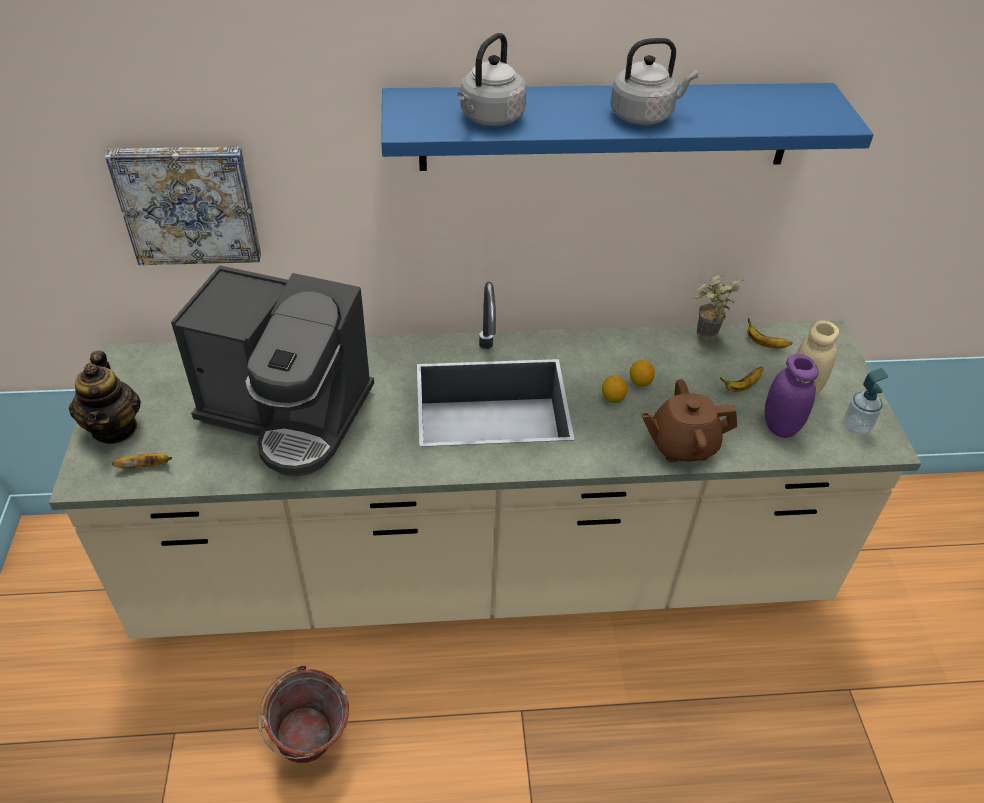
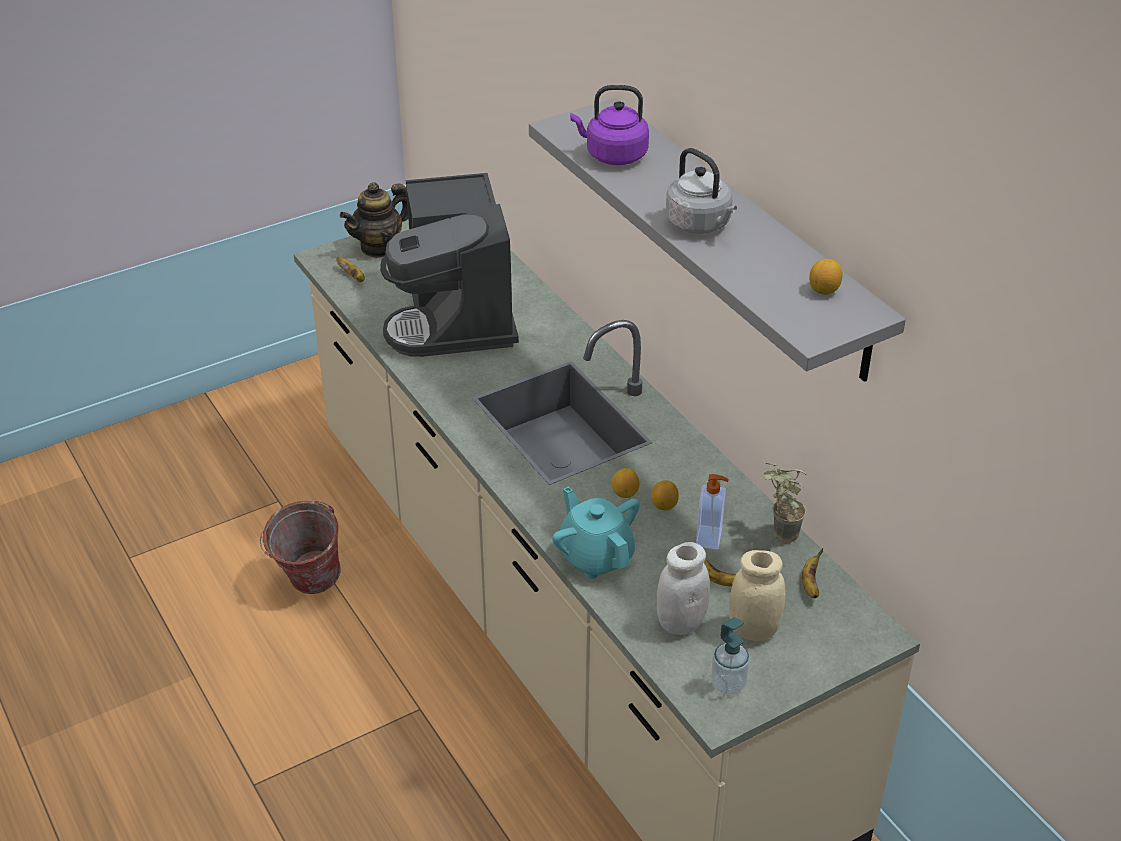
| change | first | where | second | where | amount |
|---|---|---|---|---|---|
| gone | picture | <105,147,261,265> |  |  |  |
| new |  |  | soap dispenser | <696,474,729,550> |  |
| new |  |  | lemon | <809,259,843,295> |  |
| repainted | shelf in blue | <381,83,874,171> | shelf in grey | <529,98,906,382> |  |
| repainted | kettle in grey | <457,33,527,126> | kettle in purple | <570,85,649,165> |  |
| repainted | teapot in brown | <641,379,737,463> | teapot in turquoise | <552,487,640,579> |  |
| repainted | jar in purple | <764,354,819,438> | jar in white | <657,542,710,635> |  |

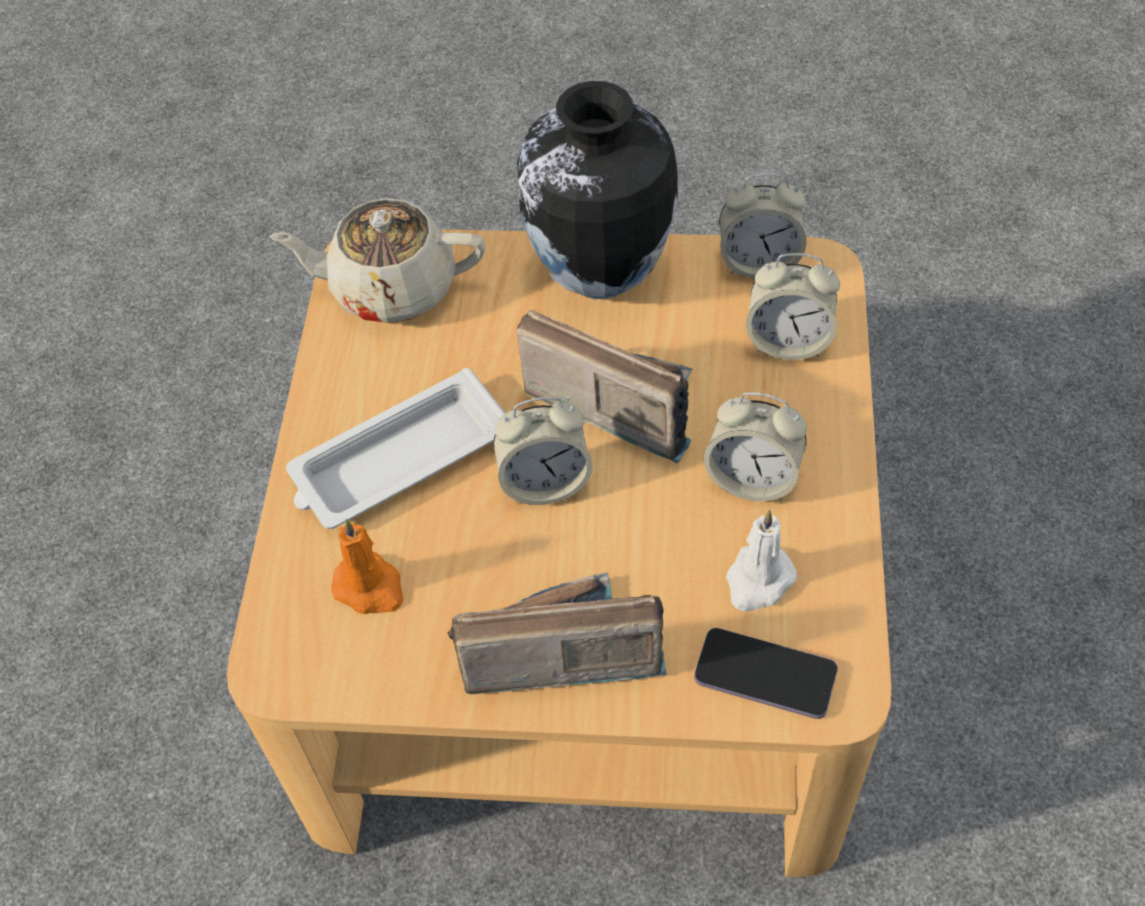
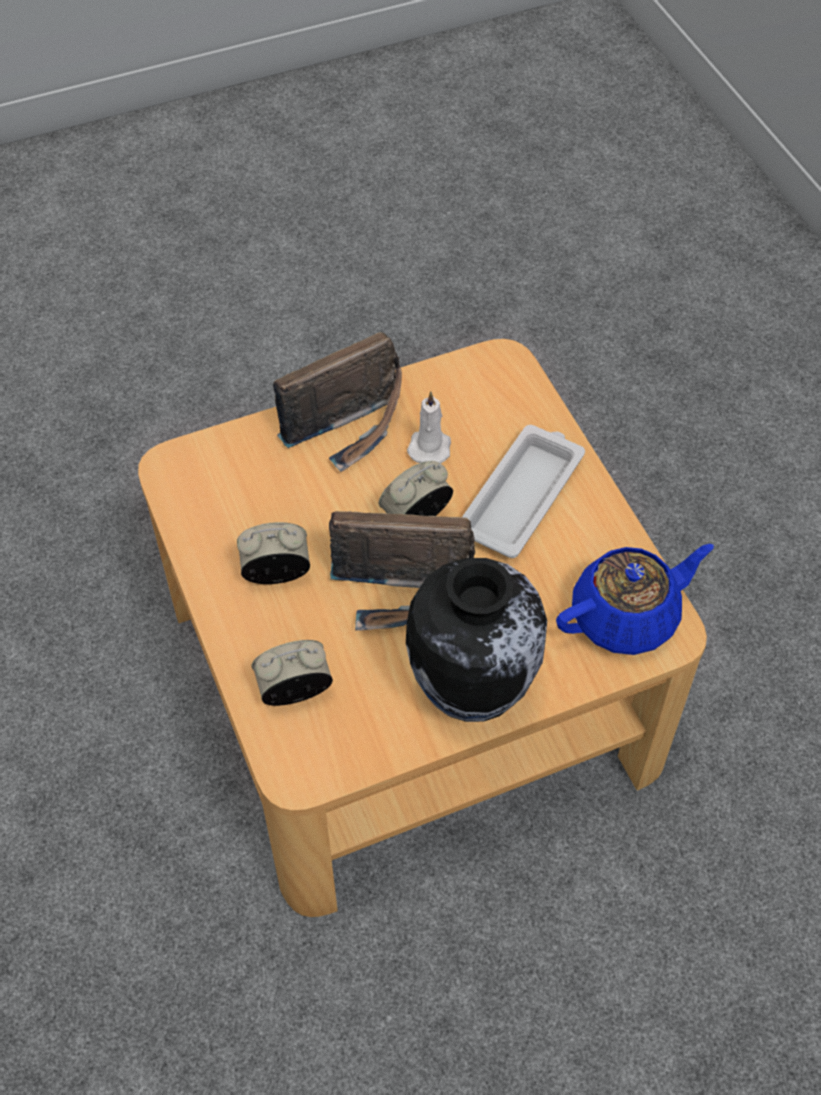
| change | first | where | second | where | amount |
|---|---|---|---|---|---|
| gone | candle in orange | <331,519,403,614> |  |  |  |
| gone | phone | <694,628,838,719> |  |  |  |
| gone | alarm clock | <719,173,807,279> |  |  |  |
| shifted | candle in white | <726,510,797,612> |  | <407,391,451,464> |  |
| repainted | teapot in beige | <270,198,485,323> | teapot in blue | <556,544,714,655> |  |

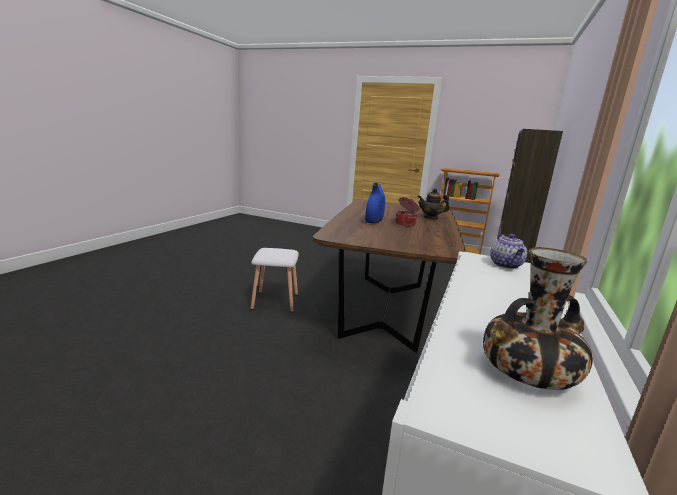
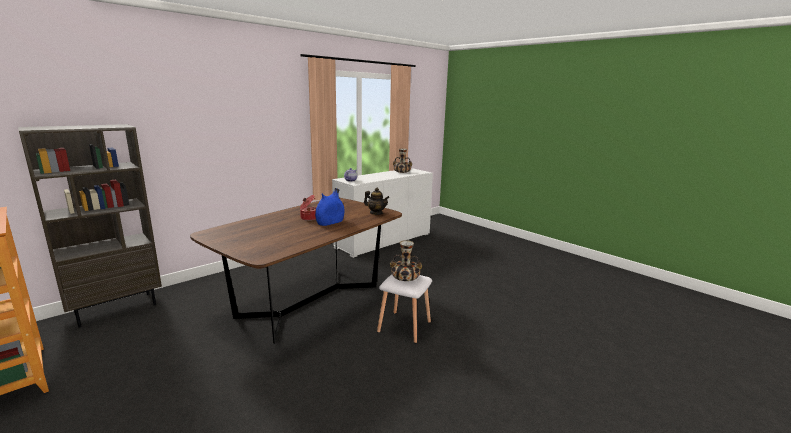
| change | first | where | second | where | amount |
|---|---|---|---|---|---|
| new |  |  | vase | <390,240,423,281> |  |
| shifted | teapot | <417,188,449,220> |  | <364,188,389,215> |  |

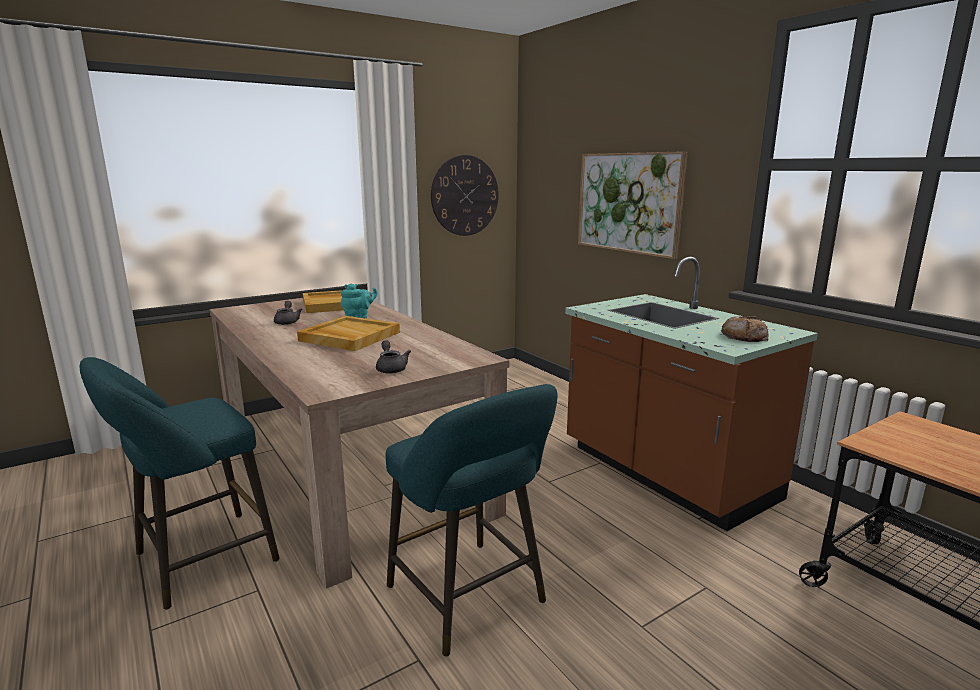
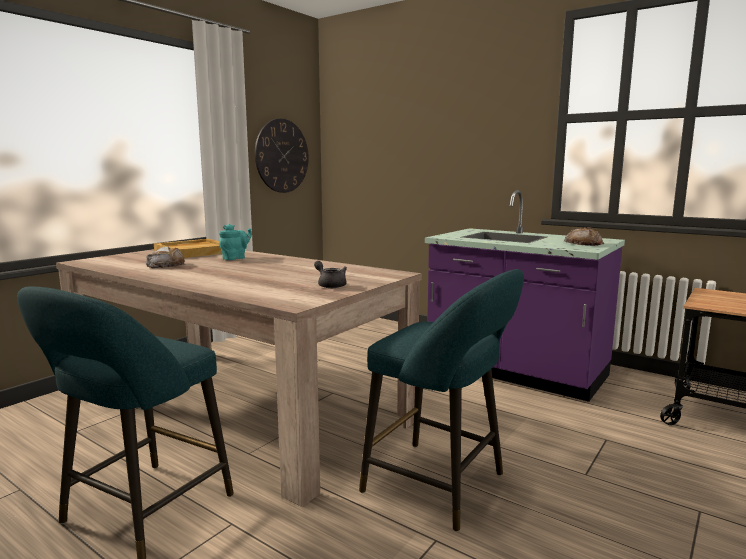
| change | first | where | second | where | amount |
|---|---|---|---|---|---|
| gone | tray in beige | <297,316,400,351> |  |  |  |
| gone | picture | <578,151,688,259> |  |  |  |
| swapped | teapot in grey | <274,301,303,325> | bread | <146,246,185,268> |  |
| repainted | counter in brown | <565,257,818,531> | counter in purple | <425,190,625,402> |  |

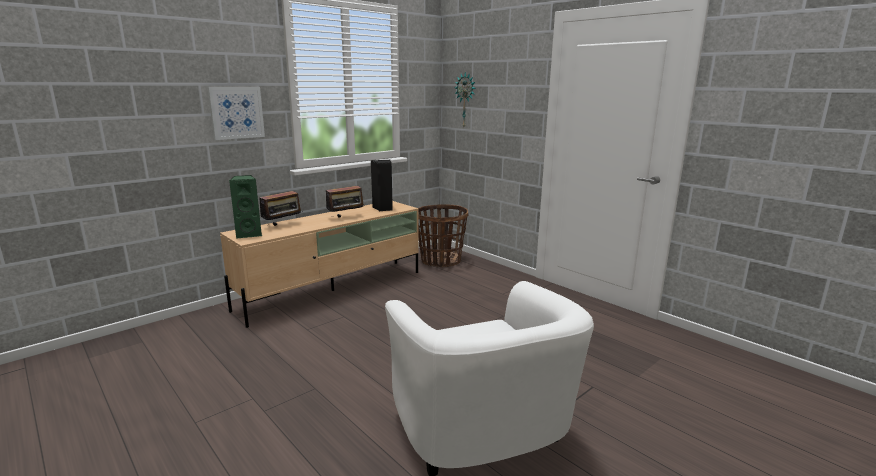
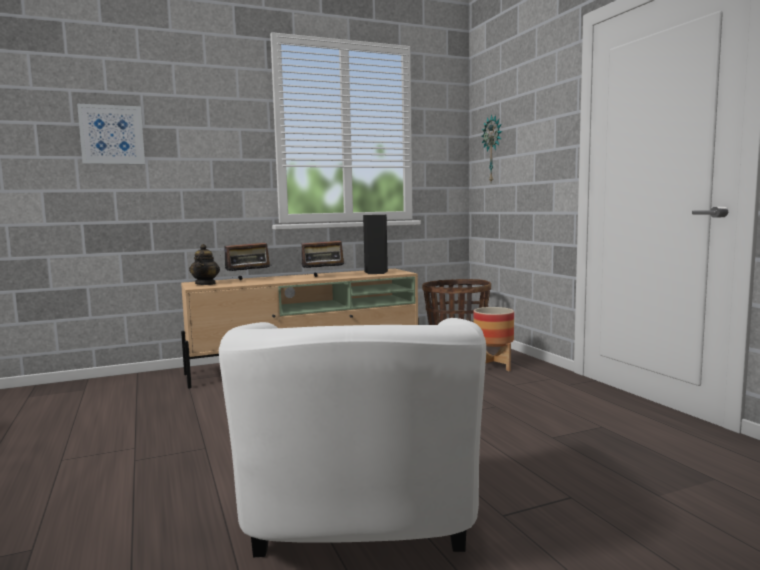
| change | first | where | second | where | amount |
|---|---|---|---|---|---|
| new |  |  | planter | <473,307,514,371> |  |
| shifted | picture | <207,87,265,140> |  | <77,104,145,164> |  |
| swapped | speaker in green | <229,175,262,239> | teapot | <189,244,220,285> |  |

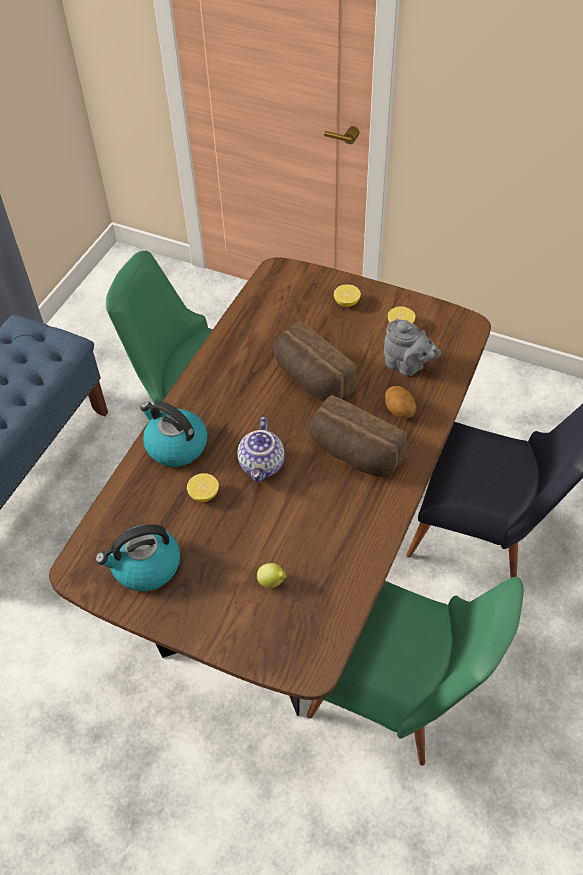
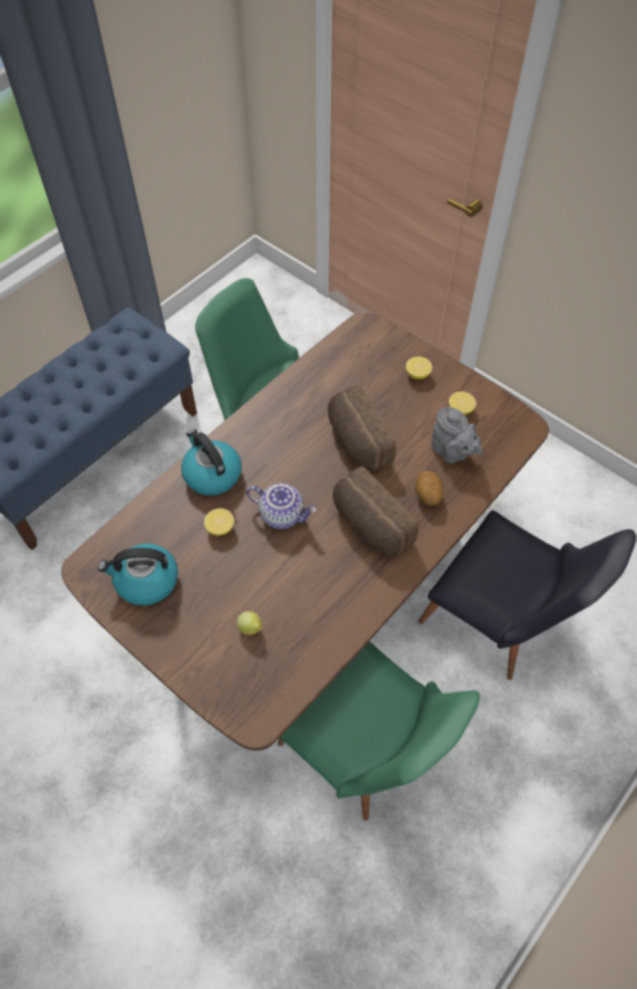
| change | first | where | second | where | amount |
|---|---|---|---|---|---|
| rotated | teapot | <237,417,285,482> |  | <246,484,316,529> | 90 degrees counterclockwise |

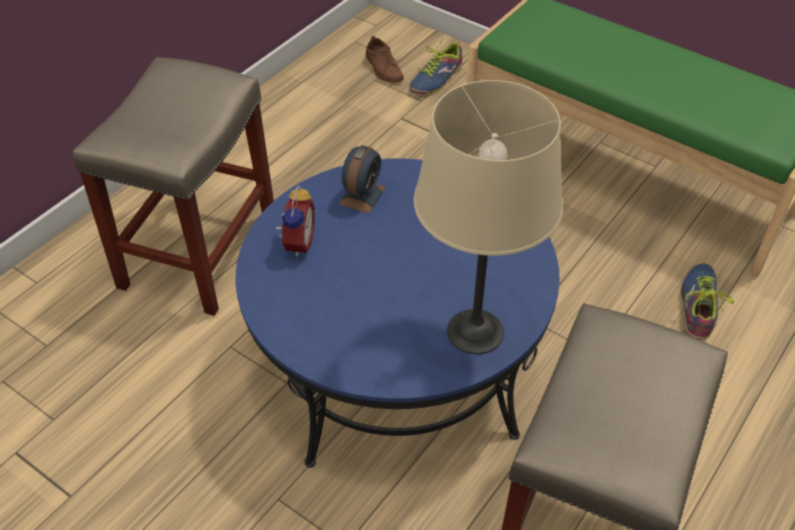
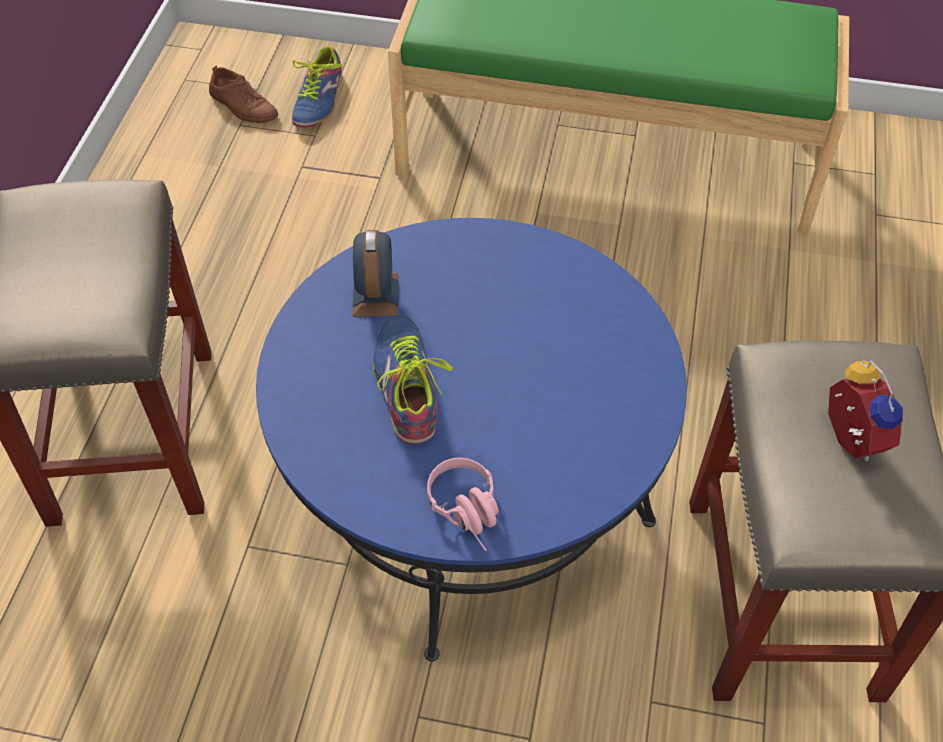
| change | first | where | second | where | amount |
|---|---|---|---|---|---|
| gone | table lamp in beige | <414,80,563,354> |  |  |  |
| new |  |  | headphones in pink | <427,458,499,551> |  |
| shifted | alarm clock | <275,185,315,257> |  | <828,360,903,461> |  |
| shifted | shoe | <681,264,734,340> |  | <373,315,454,444> |  |

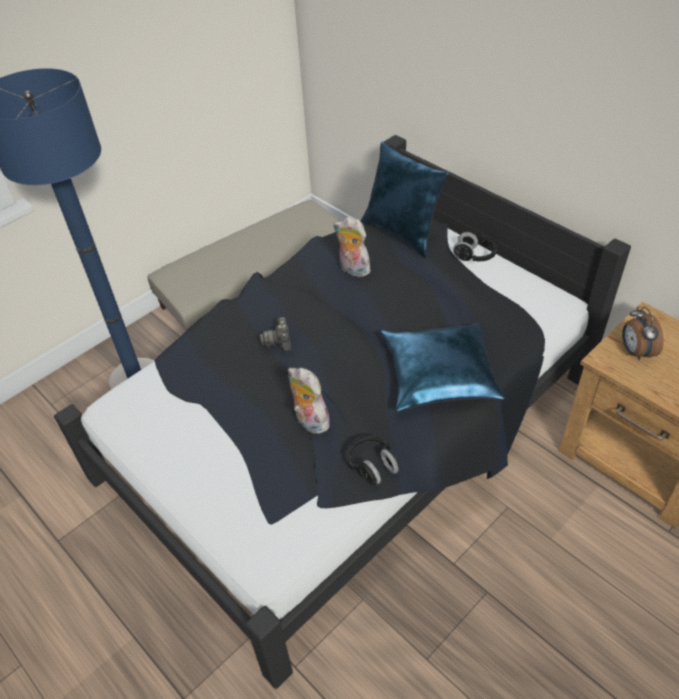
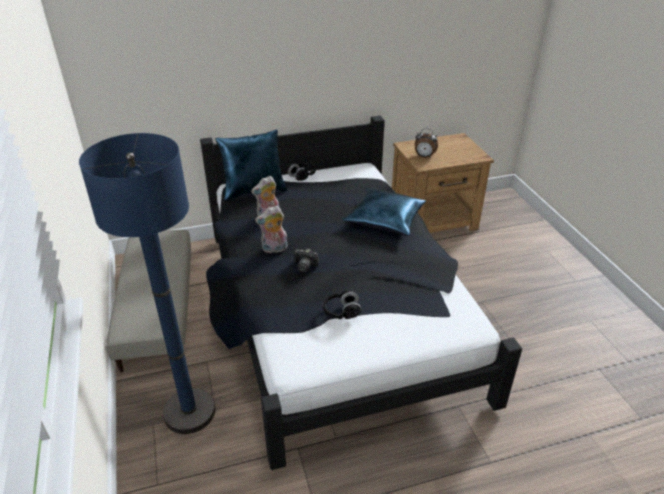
| change | first | where | second | where | amount |
|---|---|---|---|---|---|
| shifted | plush toy | <288,368,334,434> |  | <255,206,288,253> |  |
| shifted | headphones in black | <347,435,400,485> |  | <323,291,363,319> |  |

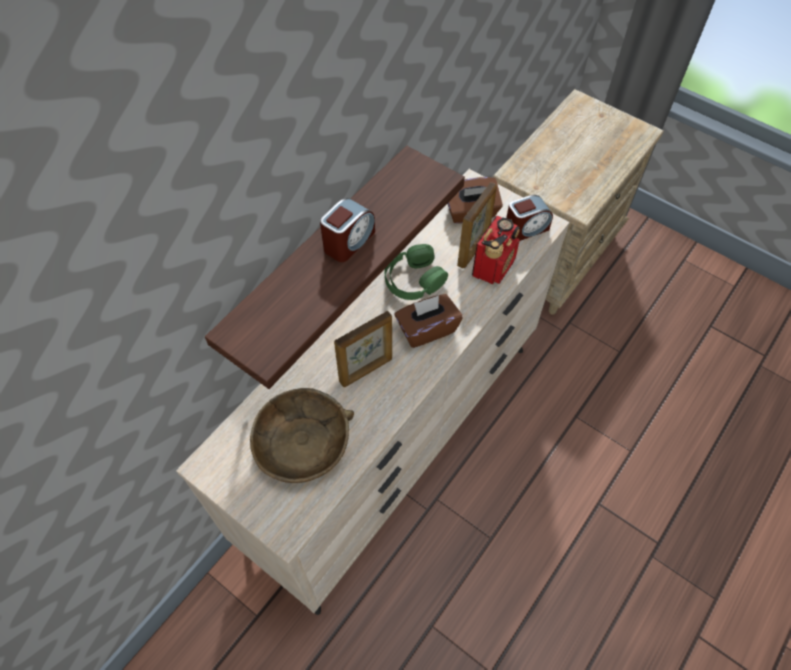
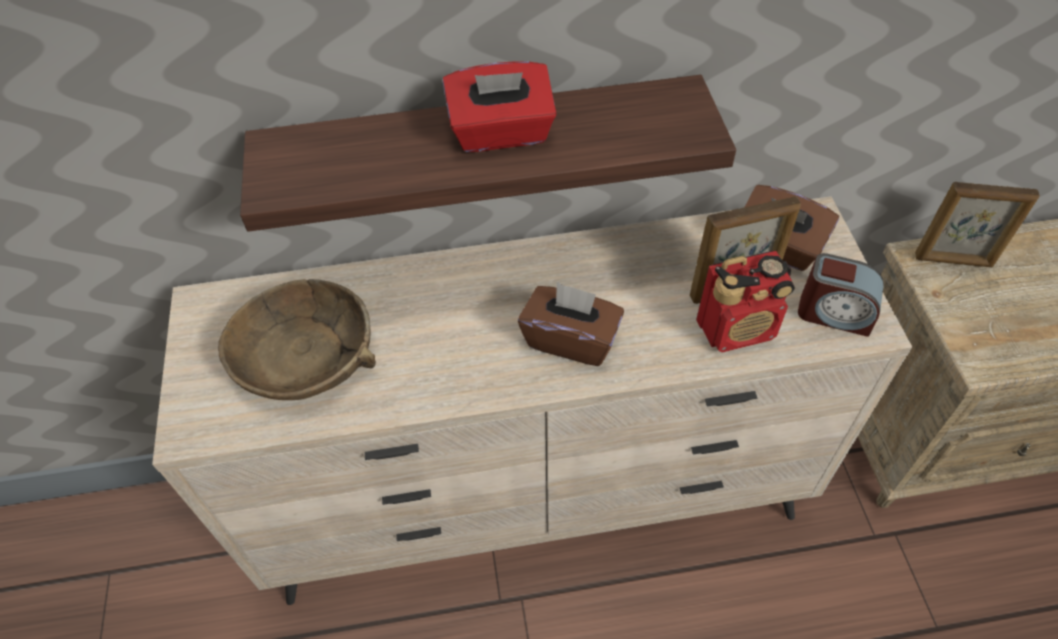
| change | first | where | second | where | amount |
|---|---|---|---|---|---|
| gone | headphones in green | <385,244,448,300> |  |  |  |
| shifted | picture frame | <334,311,392,387> |  | <915,182,1040,267> |  |
| swapped | alarm clock | <320,198,375,262> | tissue box in red | <443,61,557,152> |  |

